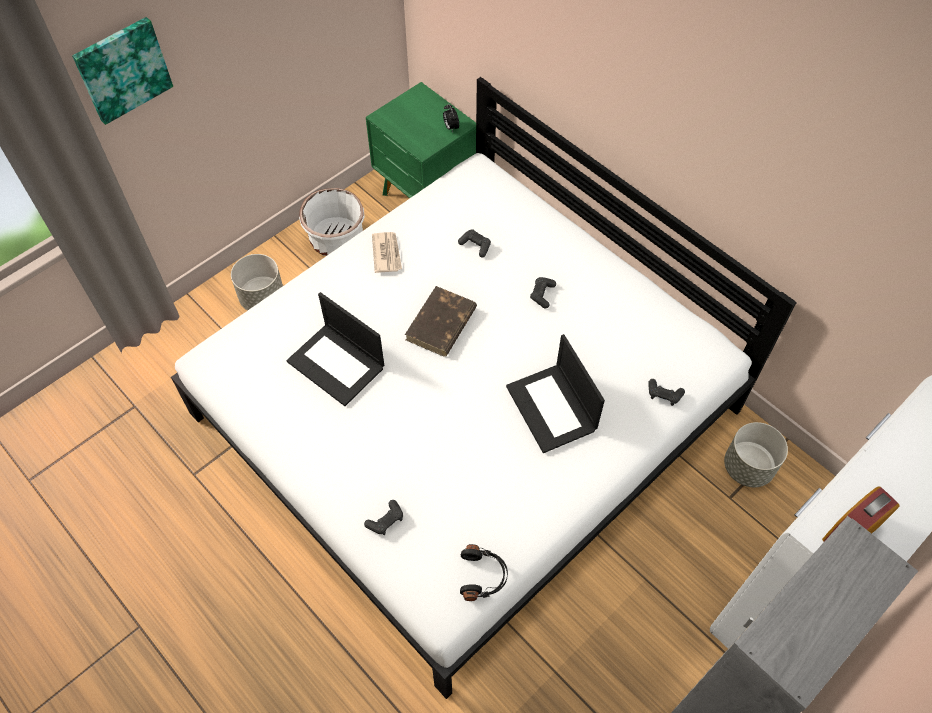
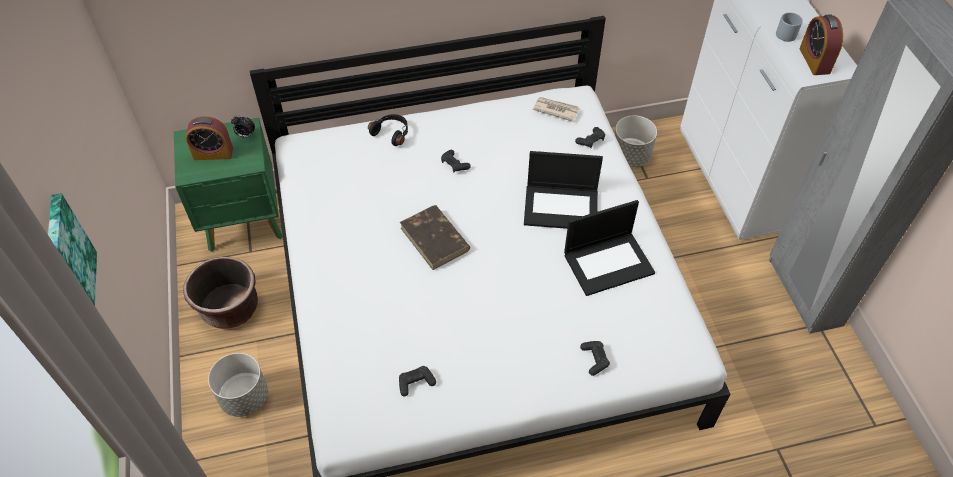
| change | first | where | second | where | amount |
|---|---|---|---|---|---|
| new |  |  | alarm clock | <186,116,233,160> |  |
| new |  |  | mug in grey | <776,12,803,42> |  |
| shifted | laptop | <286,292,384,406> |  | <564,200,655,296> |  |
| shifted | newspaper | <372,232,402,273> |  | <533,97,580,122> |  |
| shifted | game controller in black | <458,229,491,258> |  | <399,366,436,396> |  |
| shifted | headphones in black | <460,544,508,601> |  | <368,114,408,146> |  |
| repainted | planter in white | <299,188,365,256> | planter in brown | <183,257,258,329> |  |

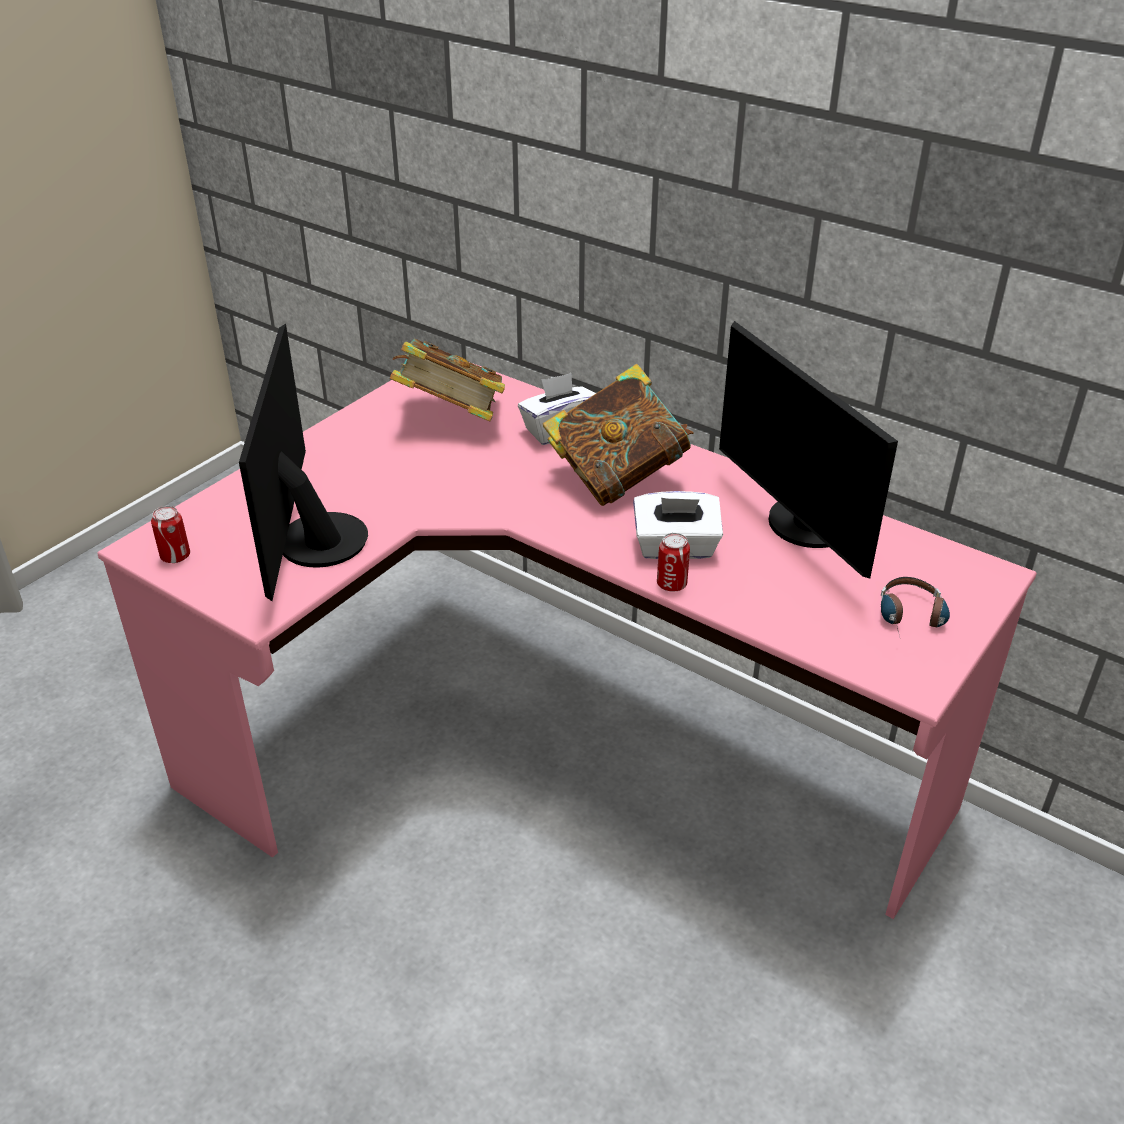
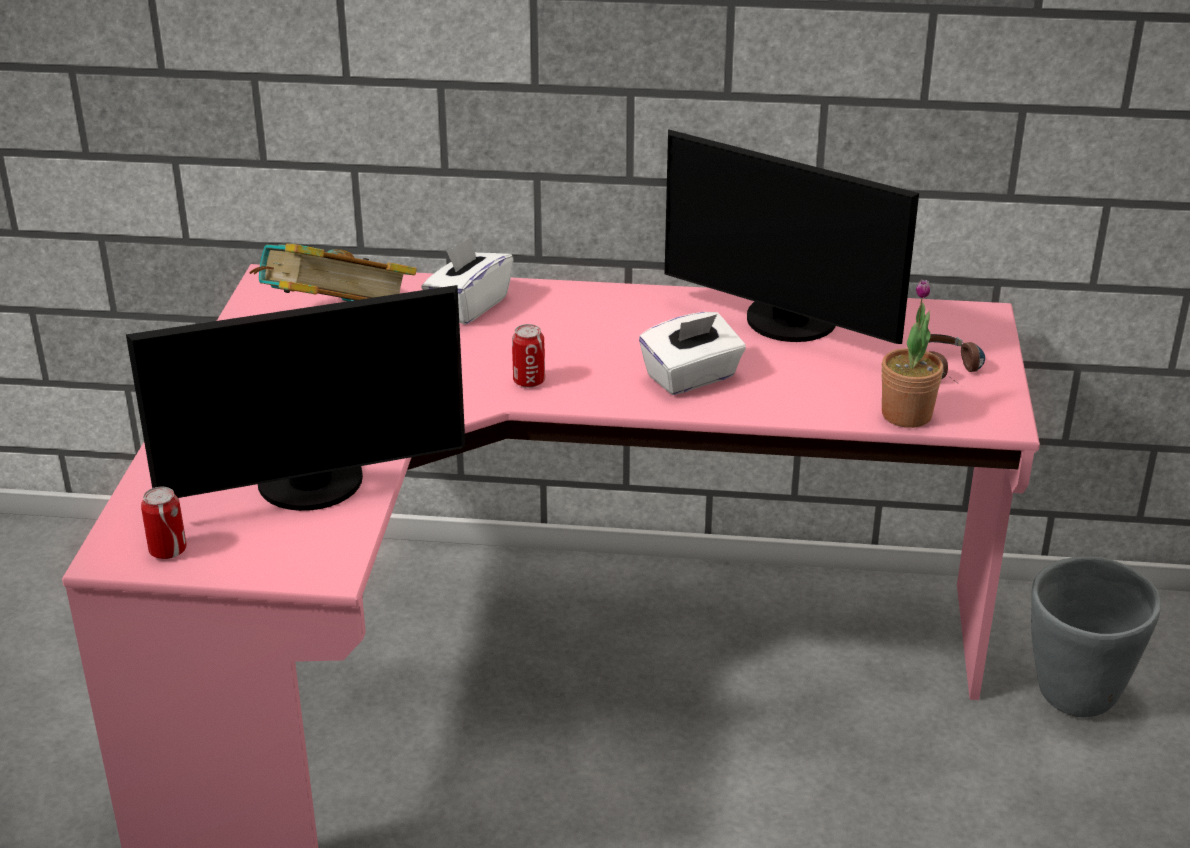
| change | first | where | second | where | amount |
|---|---|---|---|---|---|
| gone | book | <543,364,694,506> |  |  |  |
| new |  |  | potted plant | <881,279,943,428> |  |
| new |  |  | planter in grey | <1031,557,1161,718> |  |
| shifted | can | <657,533,690,592> |  | <512,324,545,388> |  |
| rotated | monitor | <239,324,368,601> |  | <126,285,465,511> | 75 degrees counterclockwise |

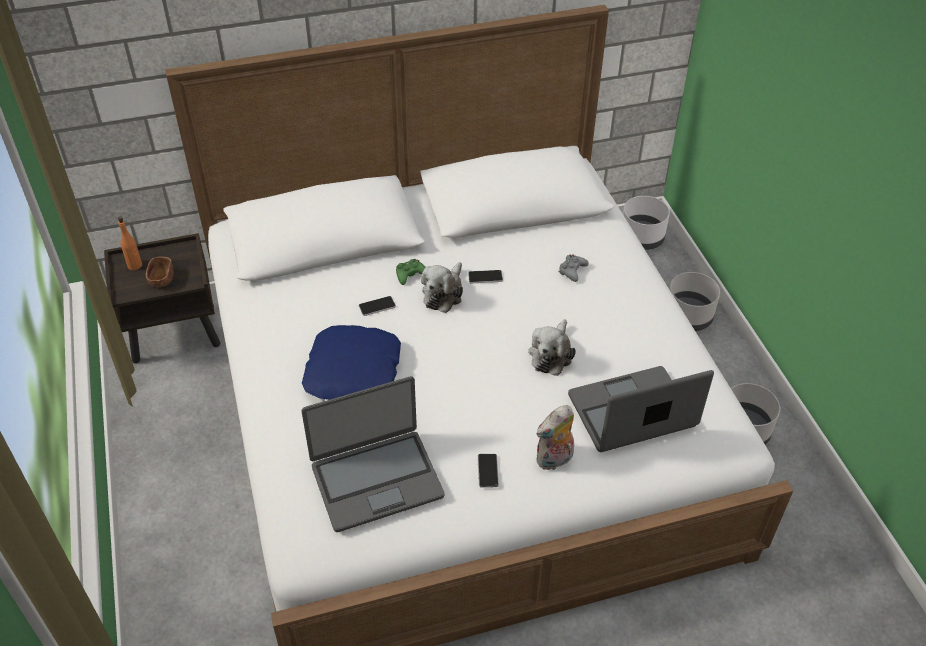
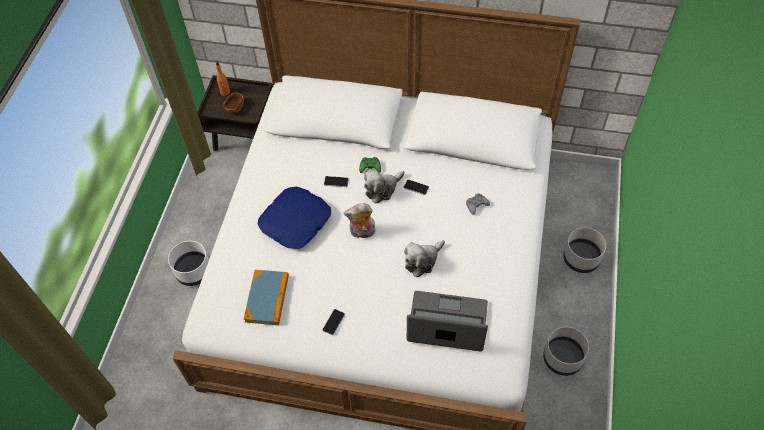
| change | first | where | second | where | amount |
|---|---|---|---|---|---|
| shifted | plush toy | <536,405,574,470> |  | <344,203,376,238> |  |
| shifted | planter in white | <623,196,670,250> |  | <168,241,209,286> |  |
| swapped | laptop | <302,376,445,532> | book | <244,270,289,325> |  |

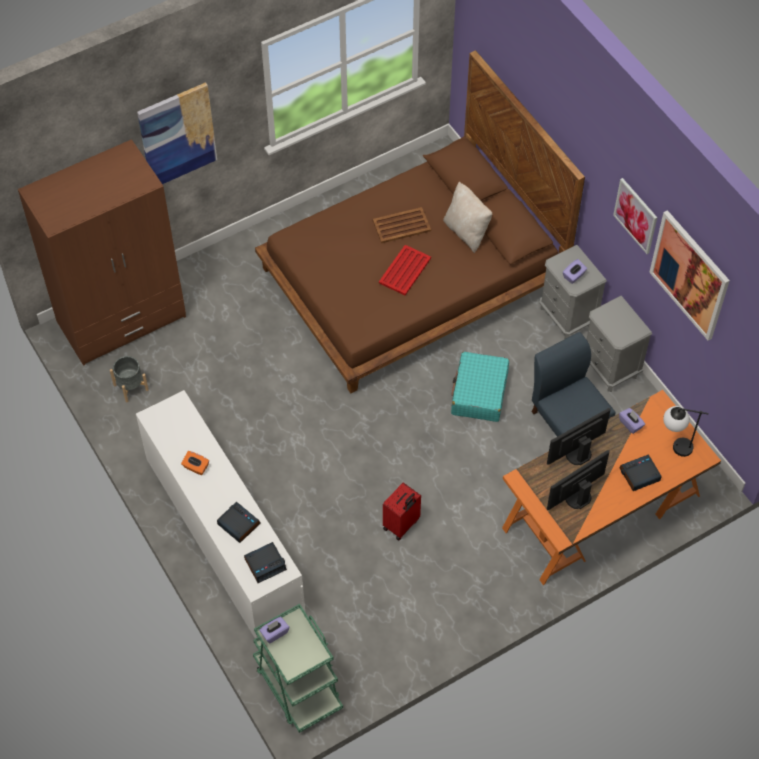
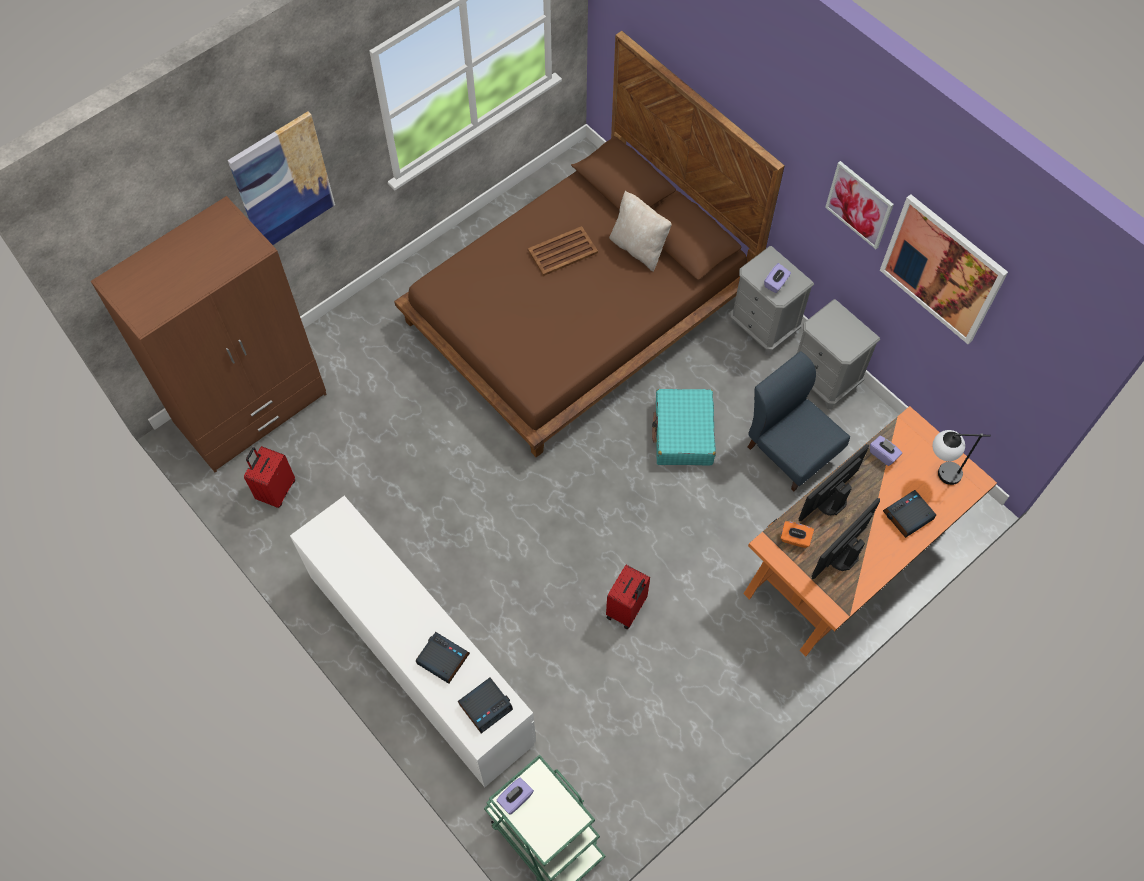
| change | first | where | second | where | amount |
|---|---|---|---|---|---|
| gone | tray in red | <379,245,431,295> |  |  |  |
| shifted | tissue box in orange | <181,451,209,475> |  | <781,521,814,548> |  |
| swapped | planter in grey | <110,356,149,403> | suitcase in red | <244,446,295,508> |  |

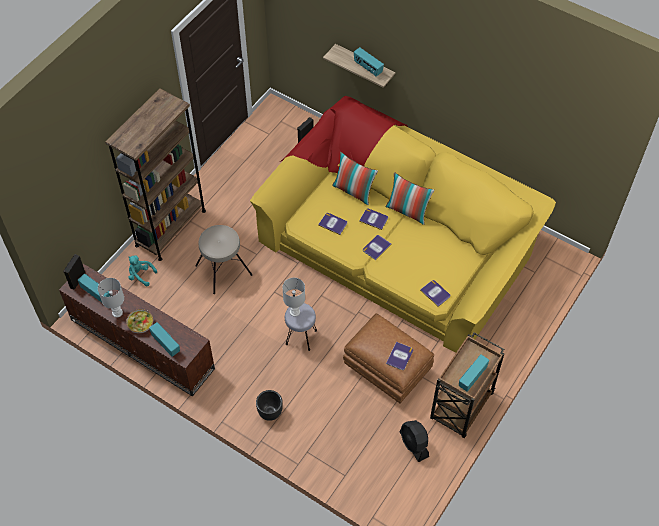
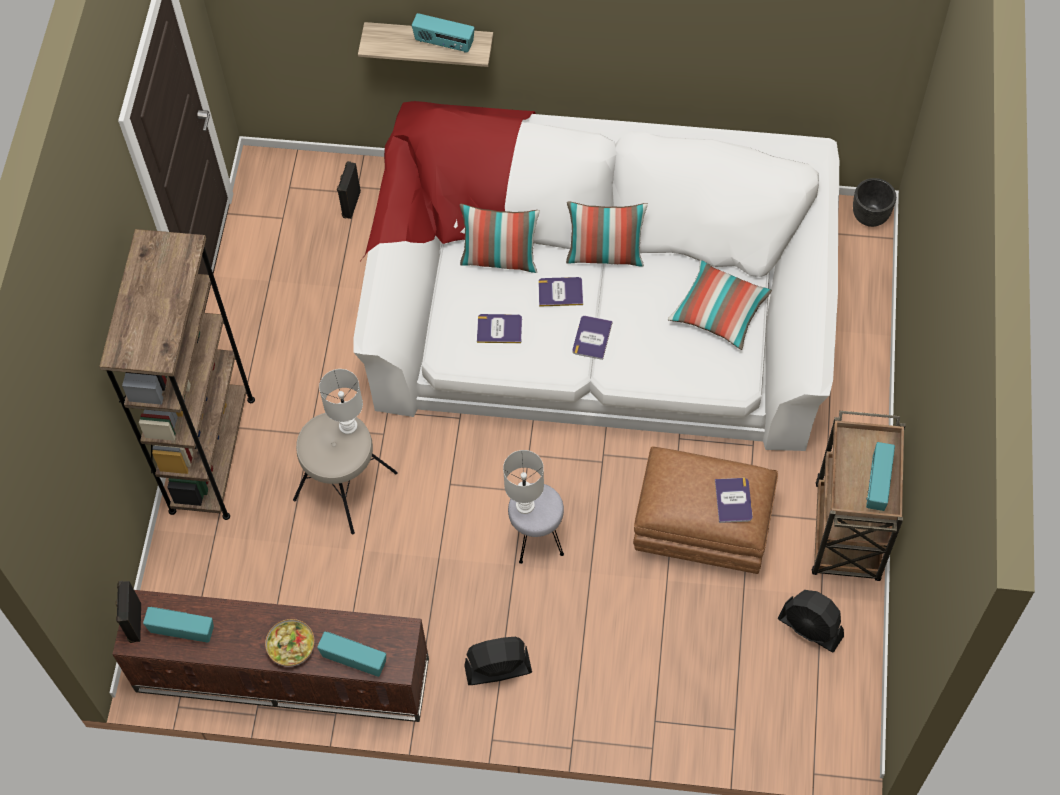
| change | first | where | second | where | amount |
|---|---|---|---|---|---|
| gone | plush toy in turquoise | <129,255,157,286> |  |  |  |
| gone | book | <420,280,450,307> |  |  |  |
| new |  |  | fan in black | <464,637,532,685> |  |
| new |  |  | pillow | <668,260,772,350> |  |
| shifted | table lamp in white | <98,278,124,317> |  | <319,369,363,435> |  |
| shifted | planter in black | <256,390,283,421> |  | <853,178,896,227> |  |
| repainted | sofa in yellow | <250,96,556,352> | sofa in white | <354,101,839,451> |  |

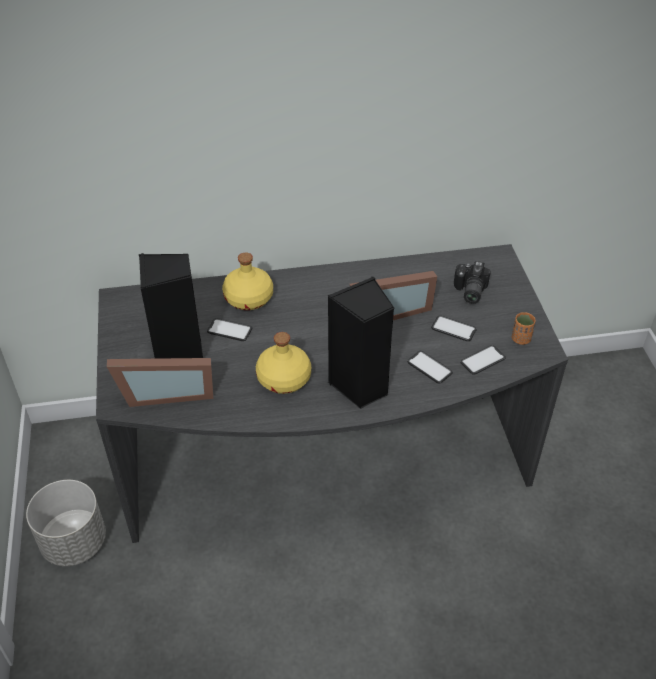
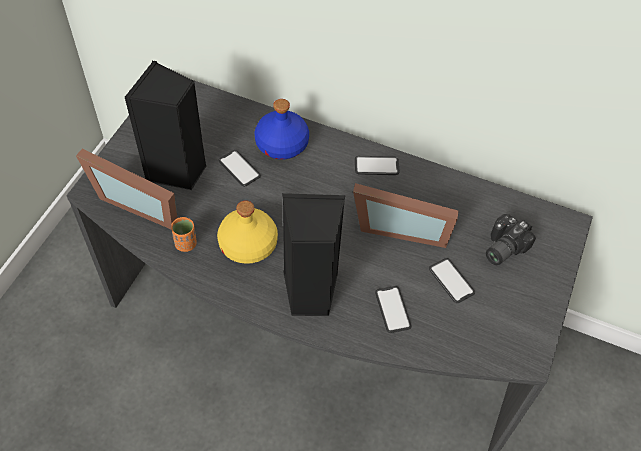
| change | first | where | second | where | amount |
|---|---|---|---|---|---|
| gone | planter in grey | <26,480,106,566> |  |  |  |
| shifted | phone | <460,345,506,375> |  | <355,156,400,175> |  |
| shifted | cup in orange | <512,312,536,345> |  | <171,217,197,252> |  |
| repainted | bottle in yellow | <222,253,273,310> | bottle in blue | <255,99,309,160> |  |

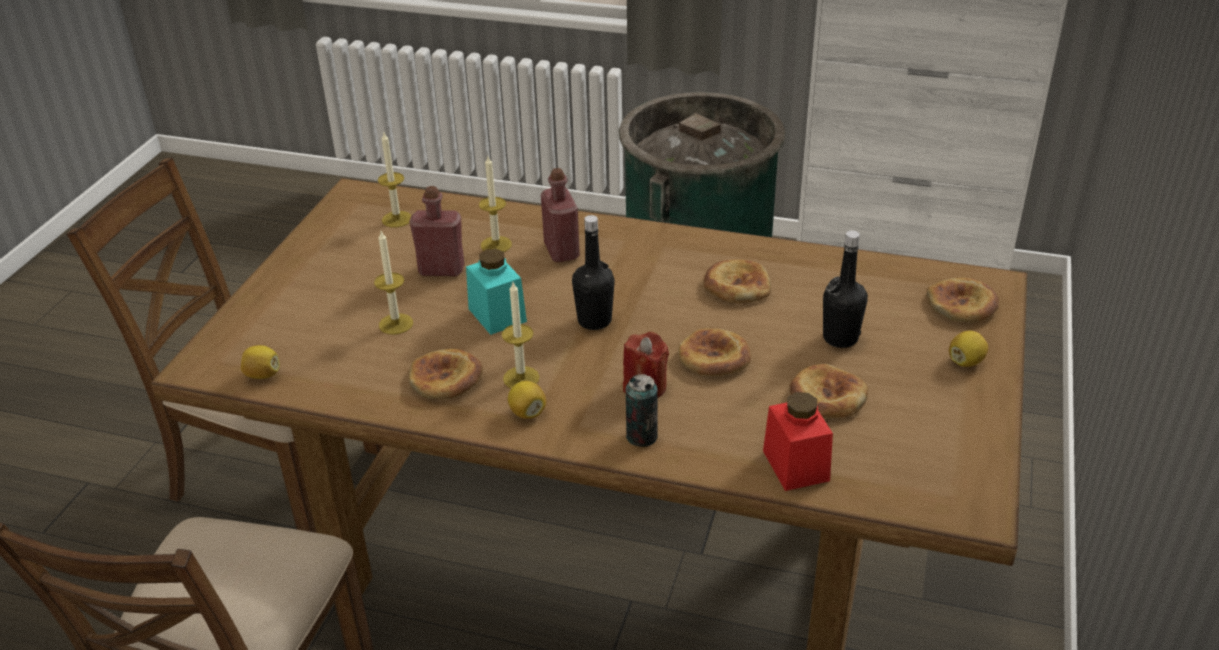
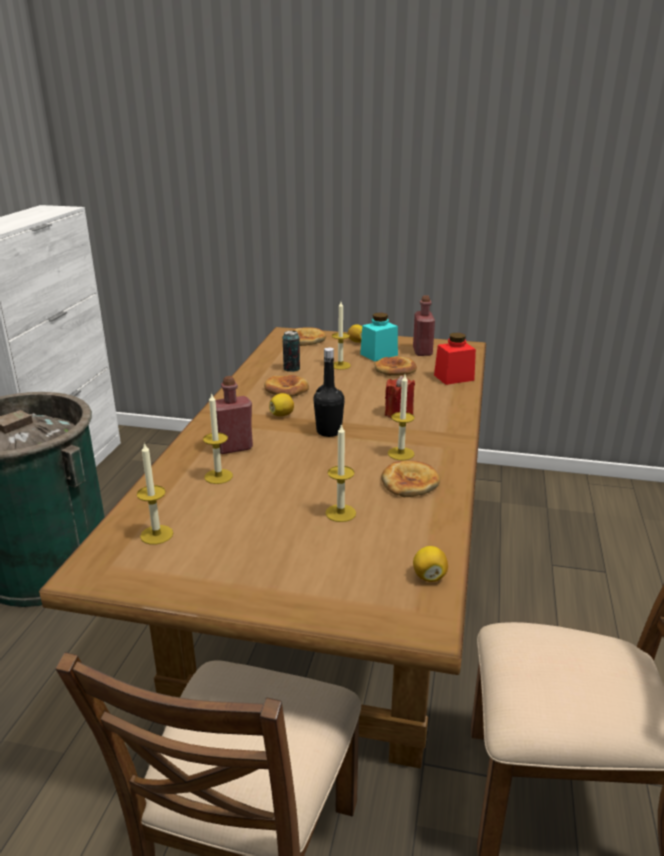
| change | first | where | second | where | amount |
|---|---|---|---|---|---|
| gone | bread | <678,328,751,376> |  |  |  |
| shifted | bottle in red | <409,186,464,276> |  | <413,295,435,356> |  |
| shifted | jar in turquoise | <466,249,527,335> |  | <360,313,398,362> |  |
| shifted | lemon | <508,381,546,419> |  | <269,393,294,417> |  |
| shifted | can | <626,374,658,447> |  | <282,331,300,372> |  |
| swapped | bottle in black | <823,231,868,348> | candle | <332,302,351,370> |  |

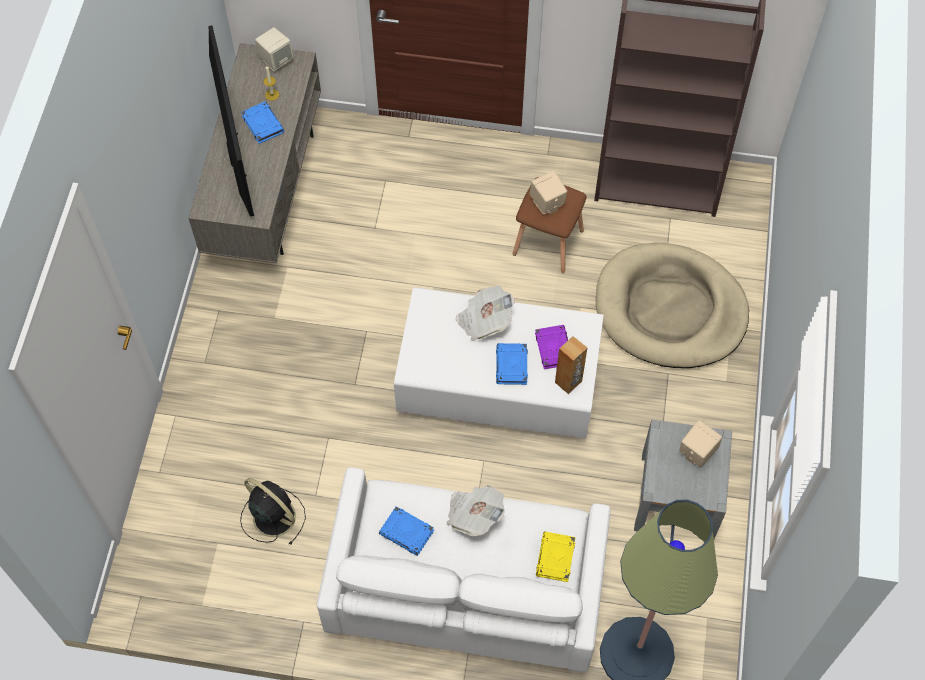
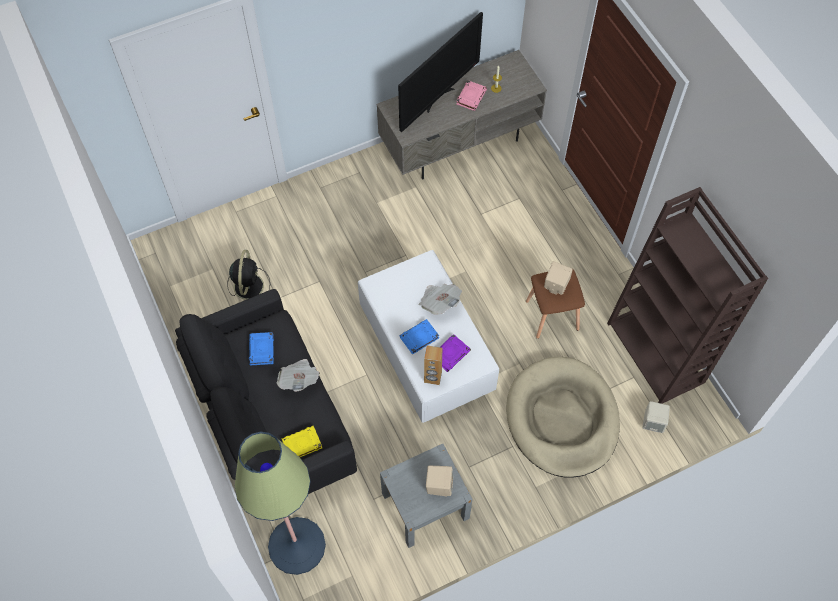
| change | first | where | second | where | amount |
|---|---|---|---|---|---|
| shifted | speaker in beige | <255,27,294,72> |  | <642,401,670,433> |  |
| repainted | book in blue | <241,101,284,144> | book in pink | <456,80,487,111> |  |
| repainted | sofa in white | <317,467,610,673> | sofa in black | <175,289,357,494> |  |

